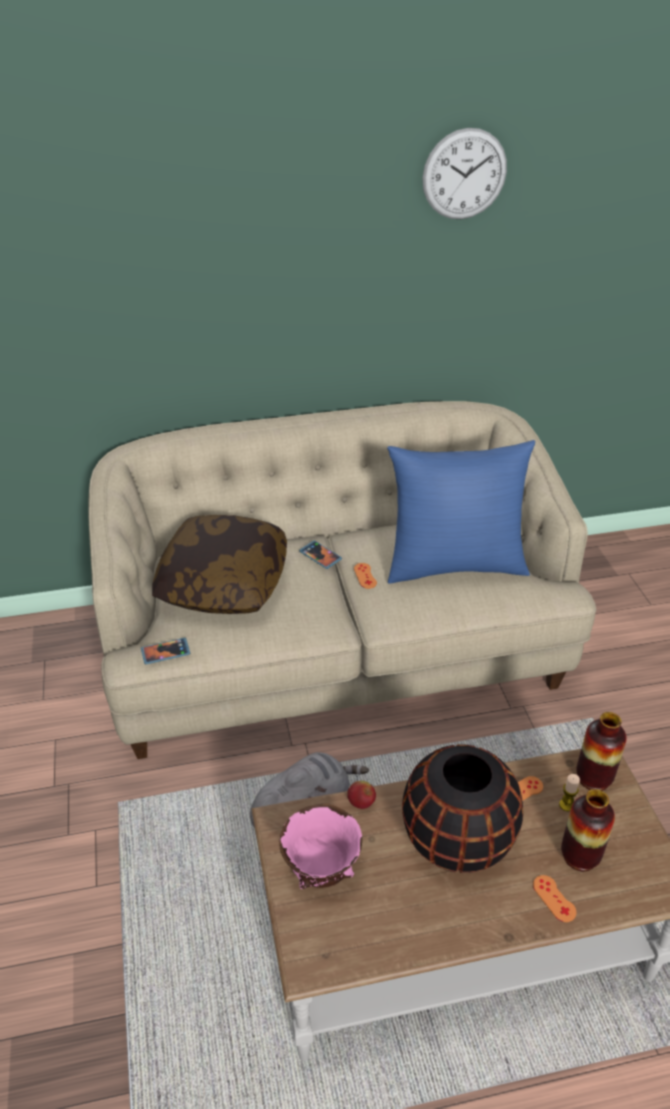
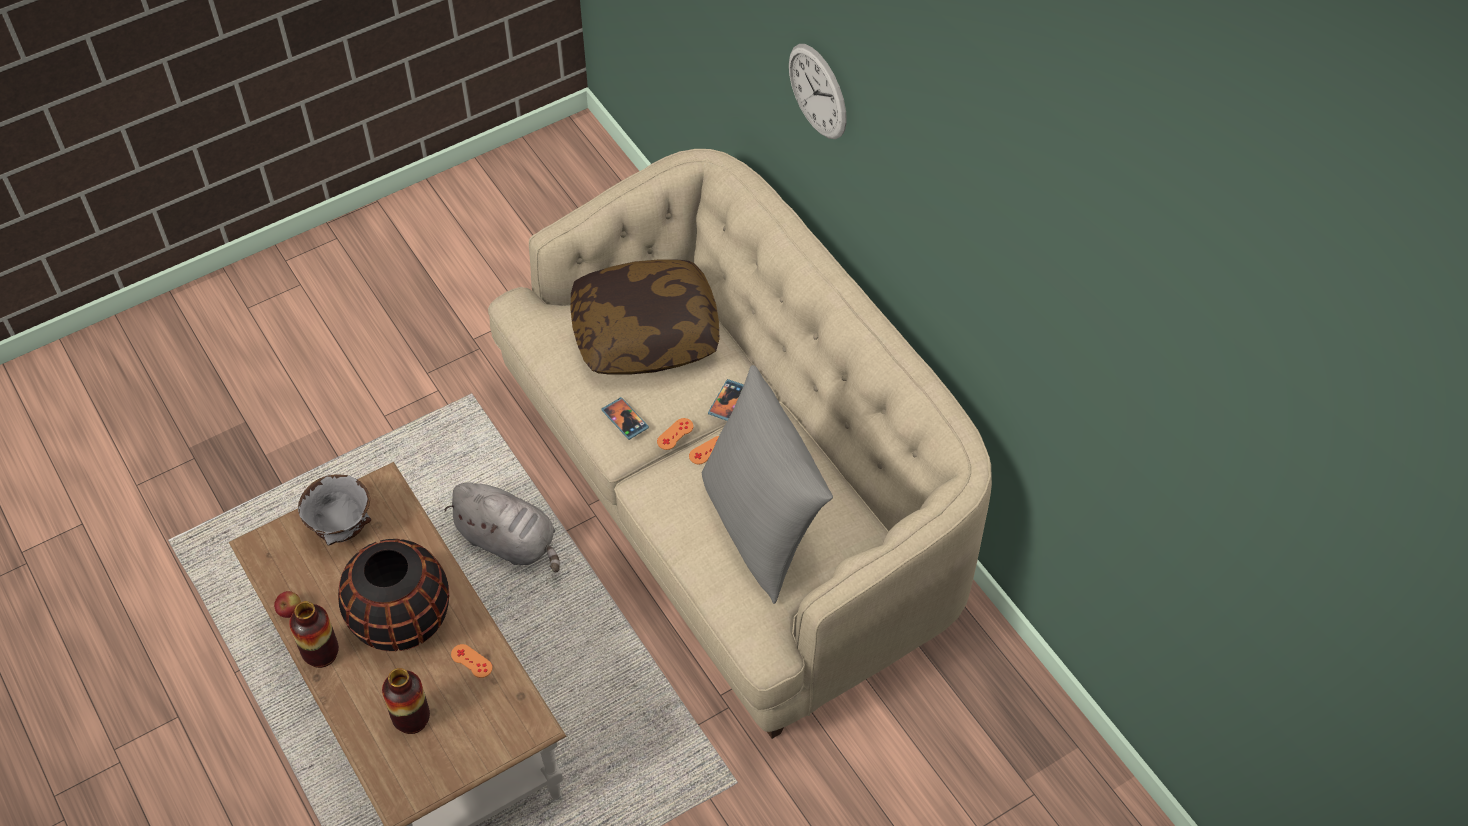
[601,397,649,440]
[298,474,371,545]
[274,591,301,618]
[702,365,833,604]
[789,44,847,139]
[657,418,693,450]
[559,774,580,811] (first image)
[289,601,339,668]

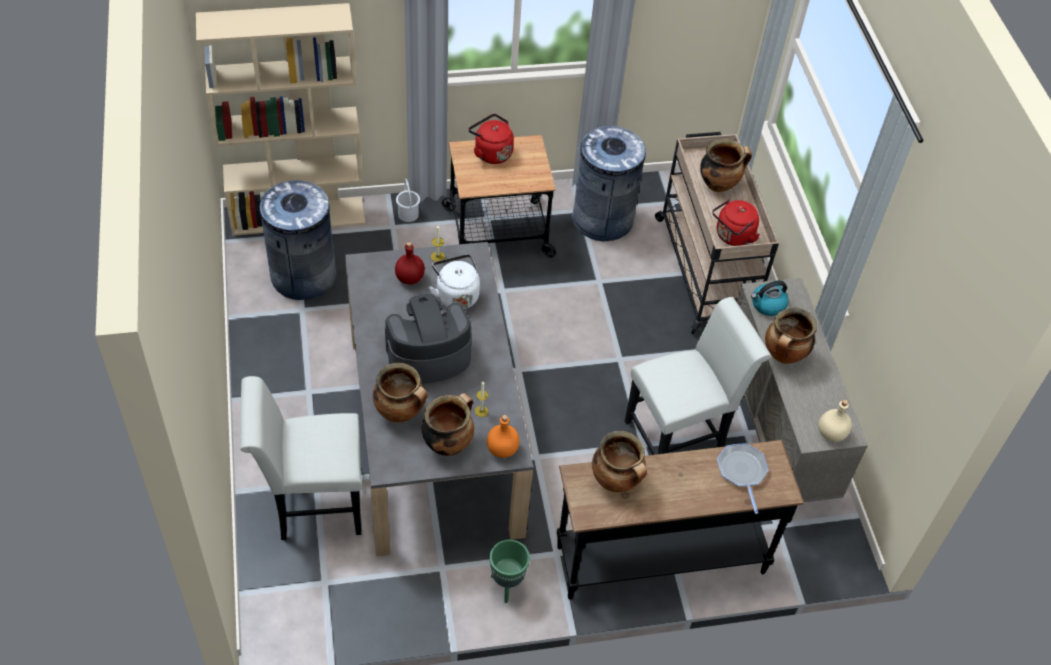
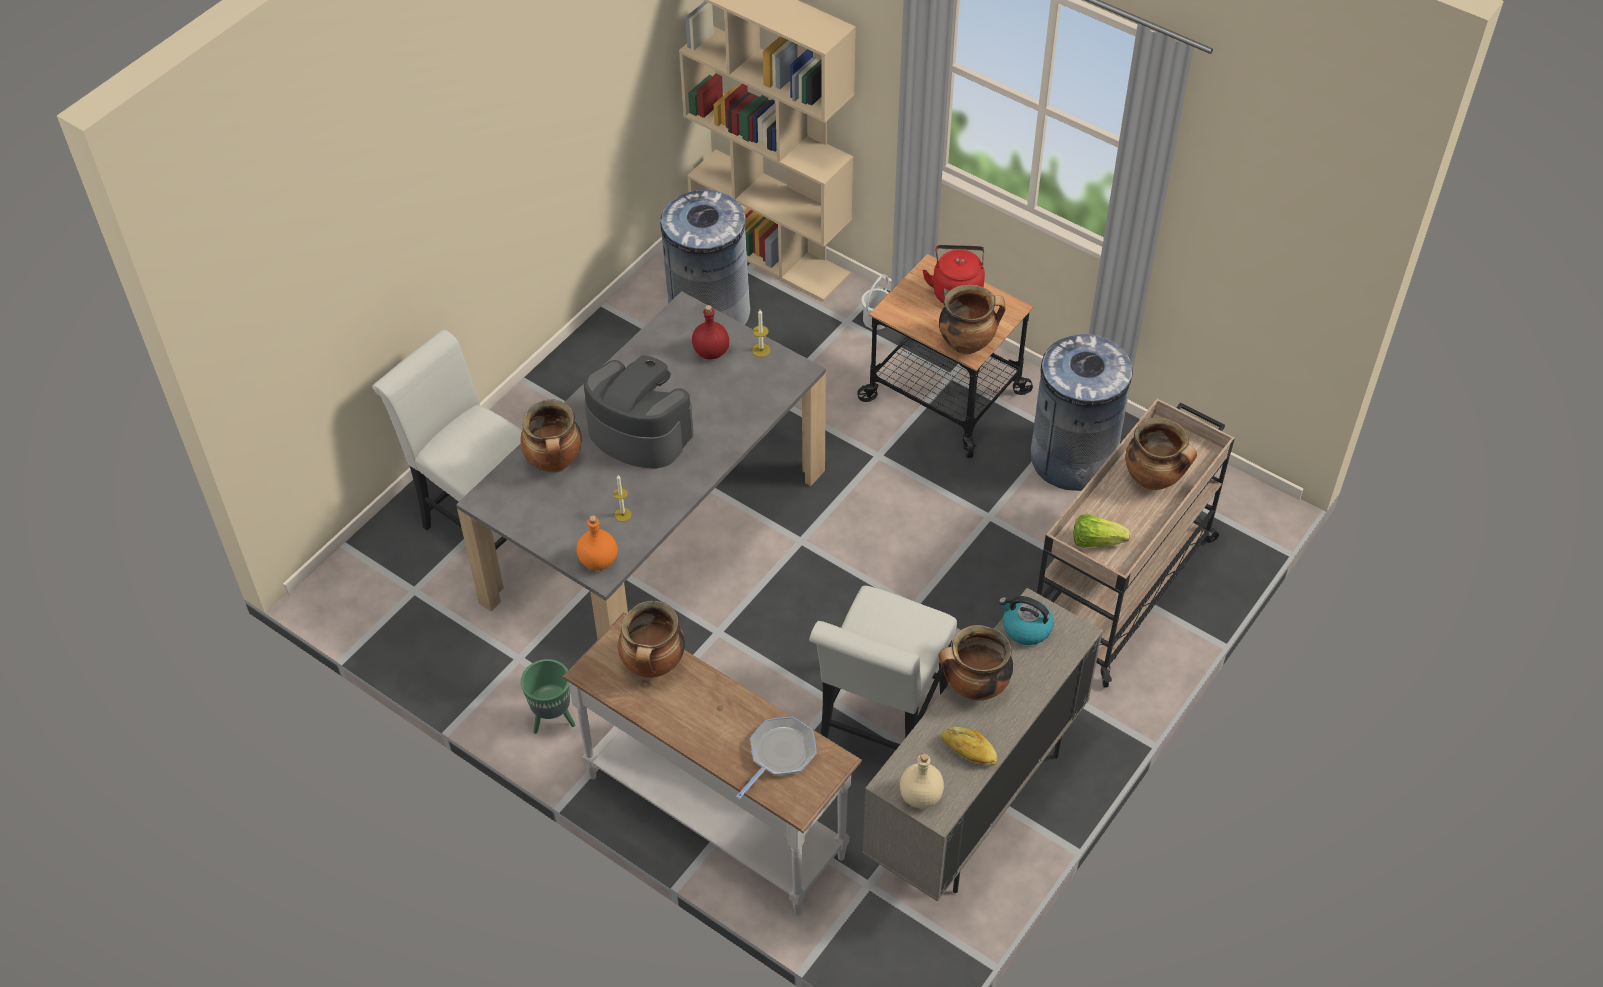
[939,284,1006,354]
[429,254,480,309] (first image)
[562,612,862,916]
[809,586,957,750]
[1074,514,1130,548]
[941,726,997,766]

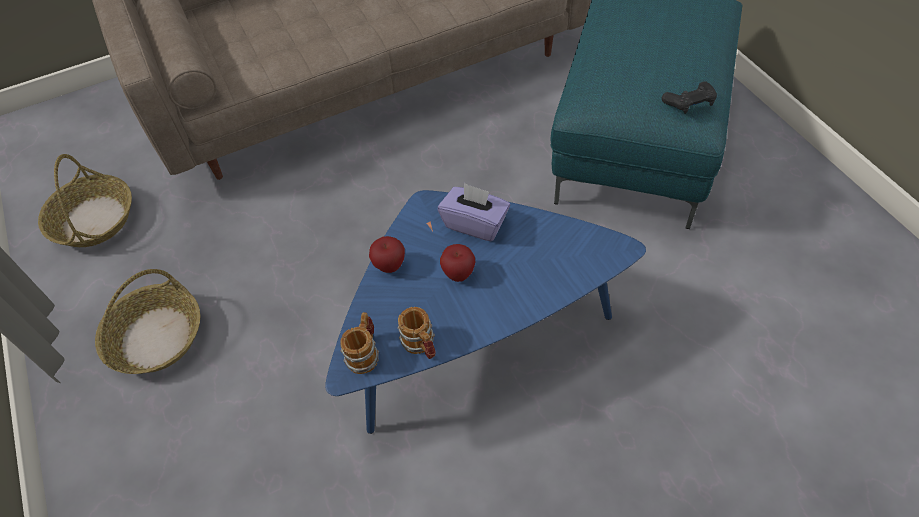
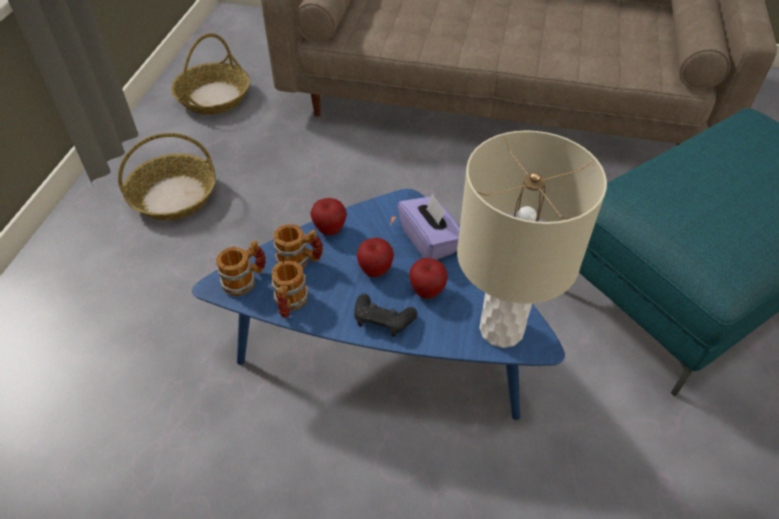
[354,294,417,337]
[273,224,323,268]
[409,258,448,299]
[457,130,607,348]

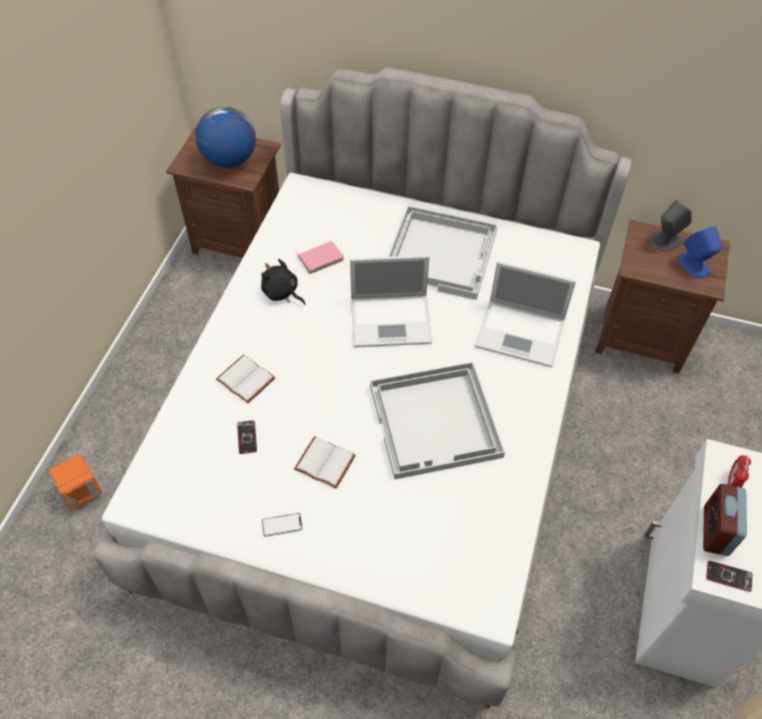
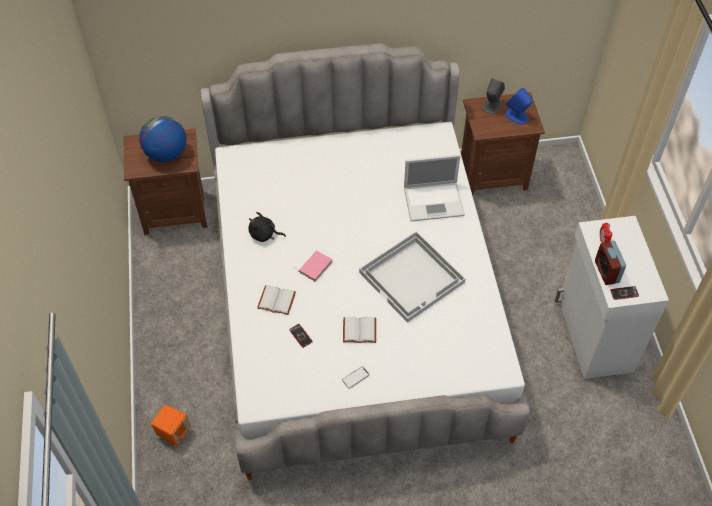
[294,251,333,282]
[350,255,432,347] (first image)
[388,206,498,300] (first image)

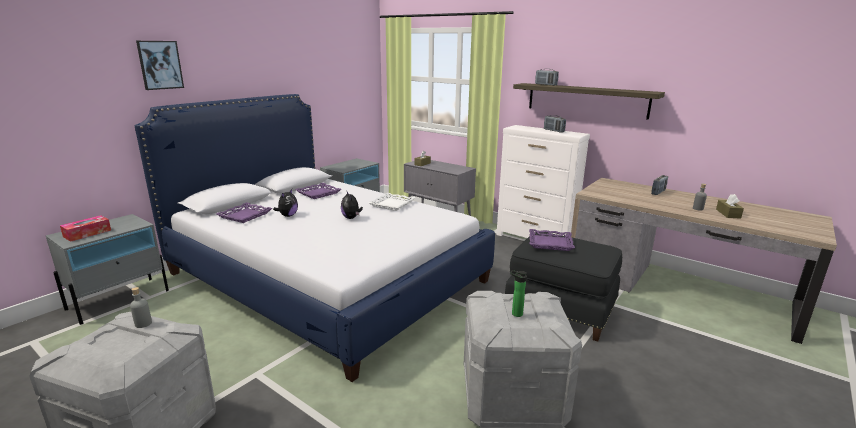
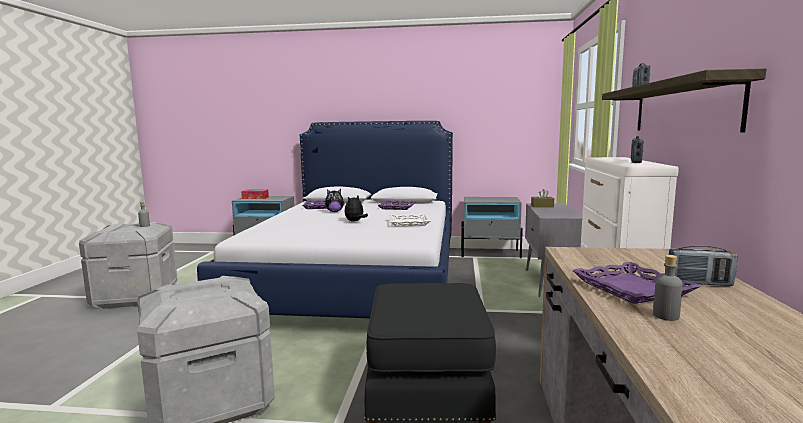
[136,41,184,90] (first image)
[511,270,527,317] (first image)
[572,262,701,304]
[716,194,744,219] (first image)

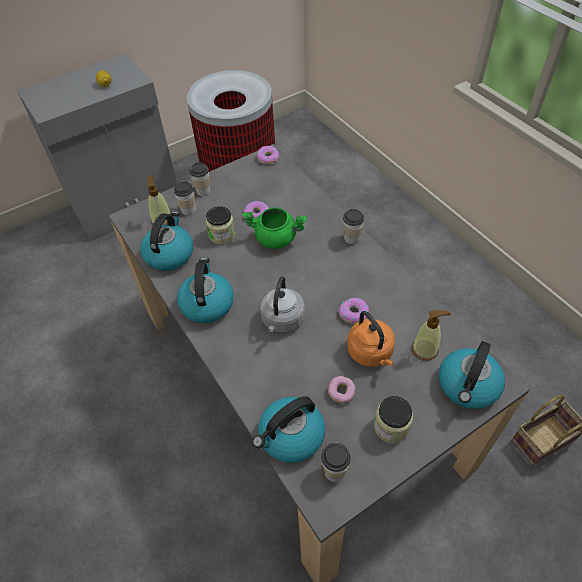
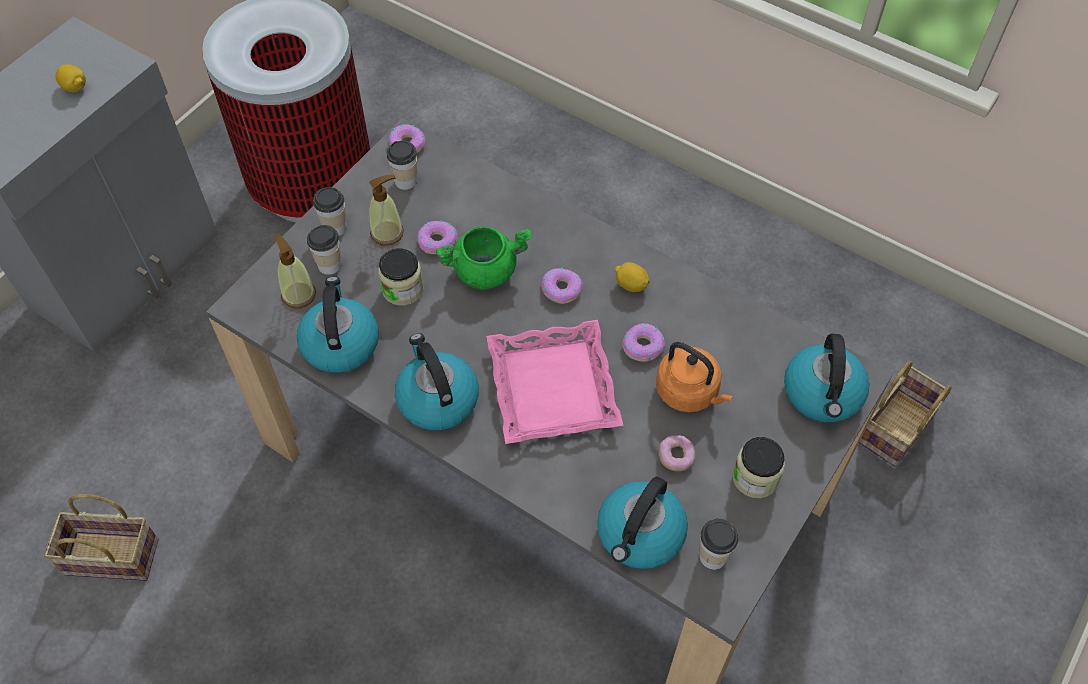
[486,320,624,444]
[387,141,417,190]
[369,175,404,246]
[44,494,158,581]
[542,267,583,304]
[615,262,650,292]

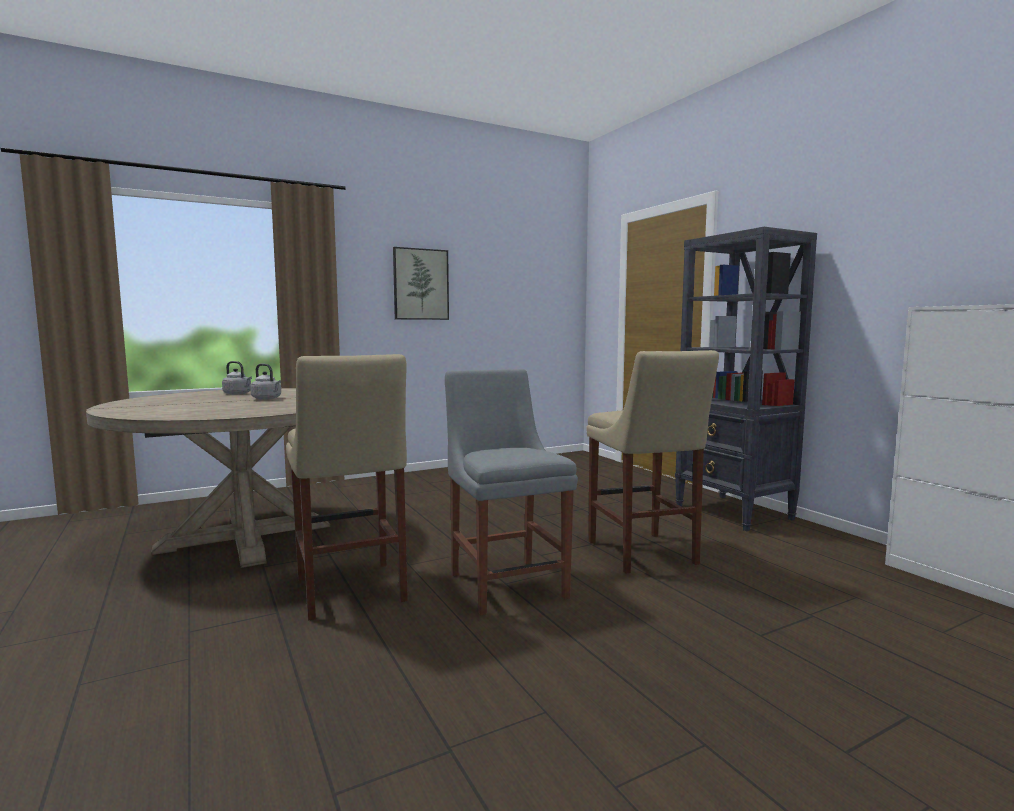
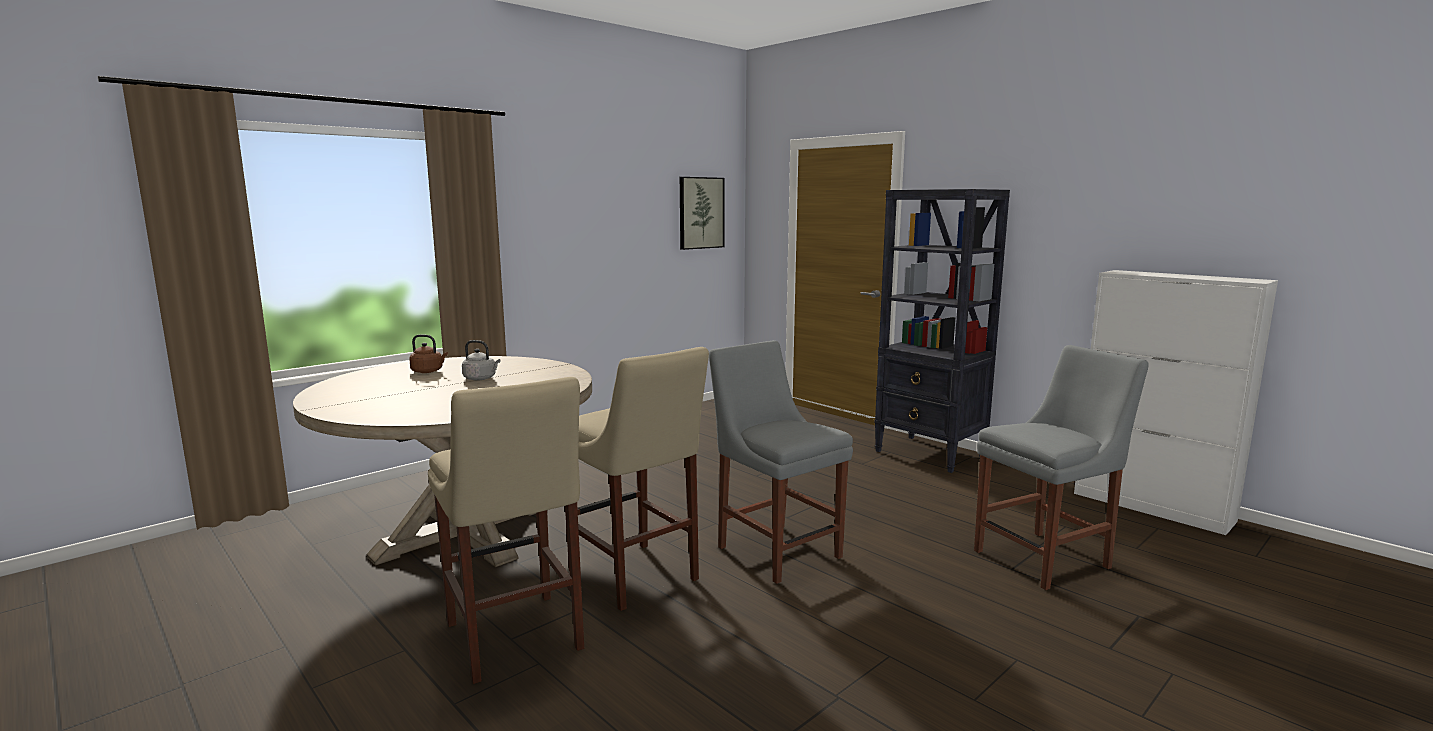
[409,334,448,373]
[680,177,725,250]
[428,377,584,684]
[974,345,1149,590]

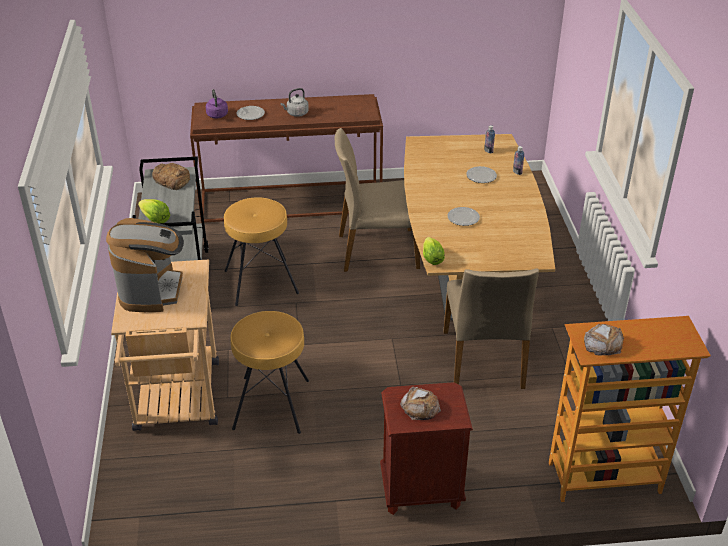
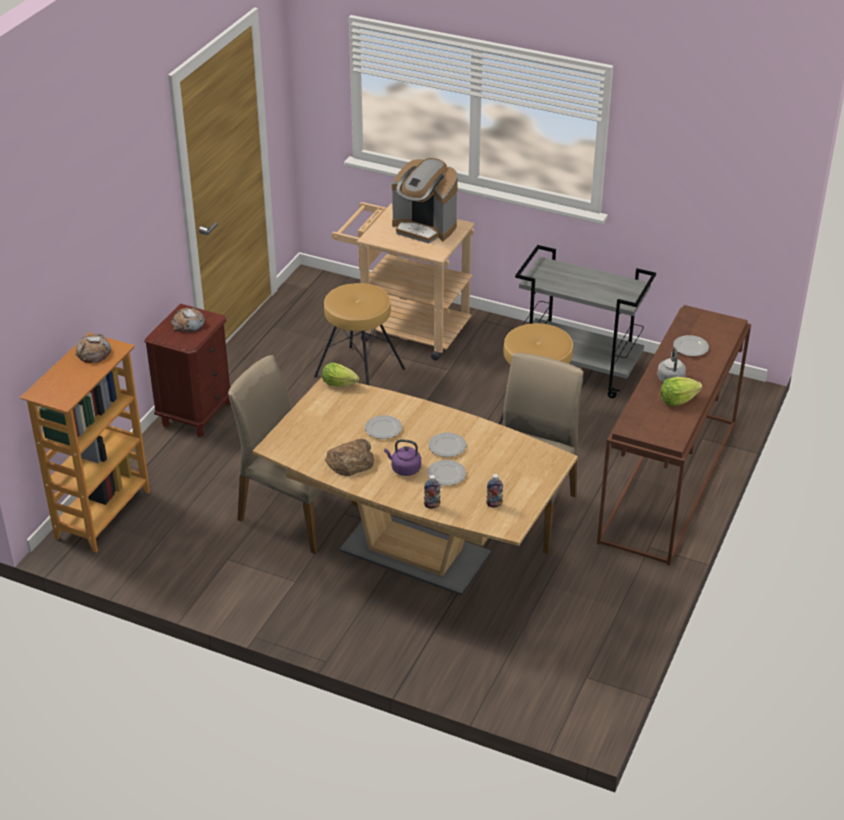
[661,377,702,406]
[325,439,374,476]
[384,439,421,476]
[428,433,466,457]

